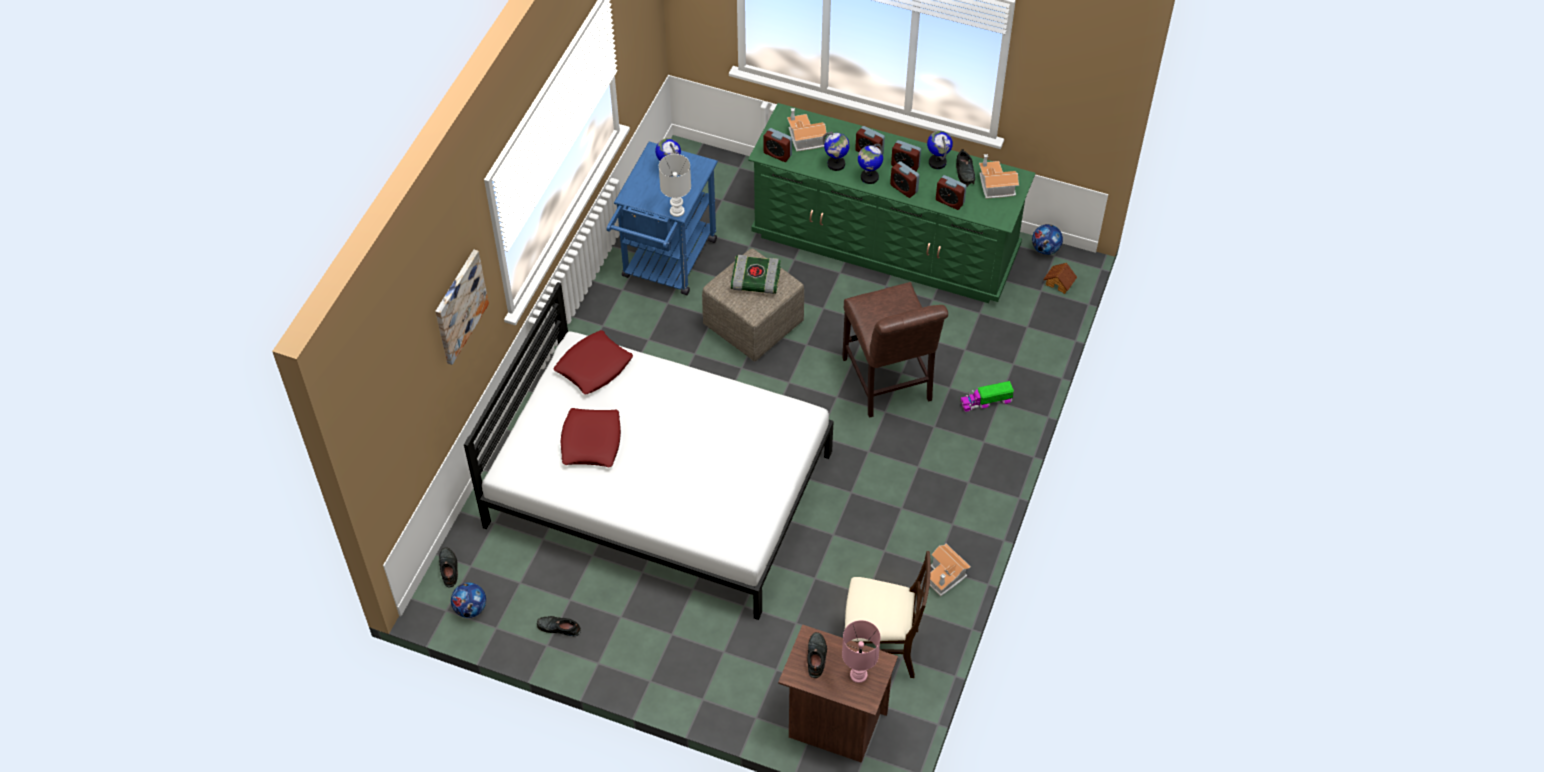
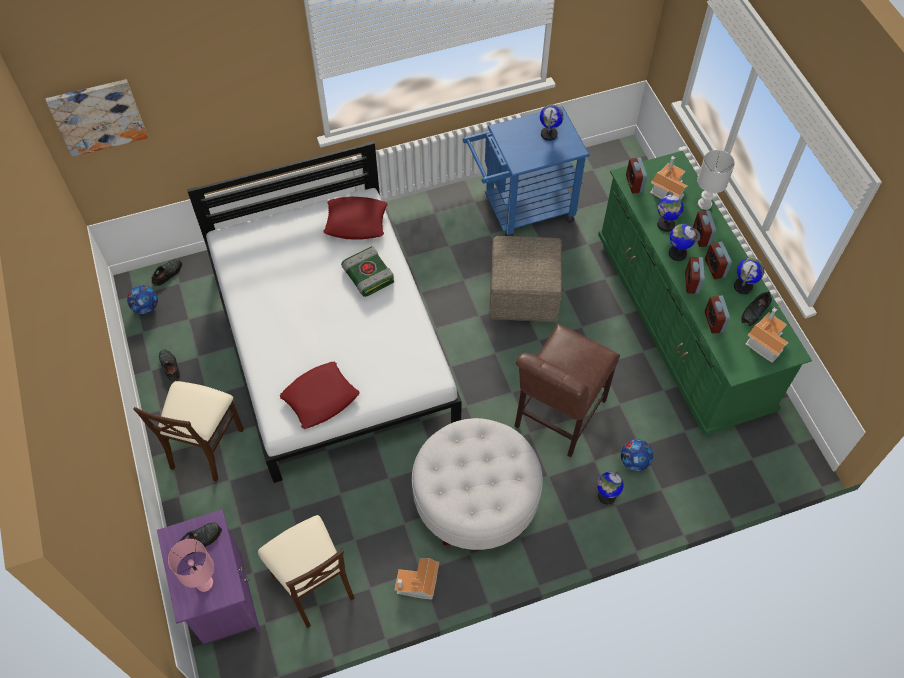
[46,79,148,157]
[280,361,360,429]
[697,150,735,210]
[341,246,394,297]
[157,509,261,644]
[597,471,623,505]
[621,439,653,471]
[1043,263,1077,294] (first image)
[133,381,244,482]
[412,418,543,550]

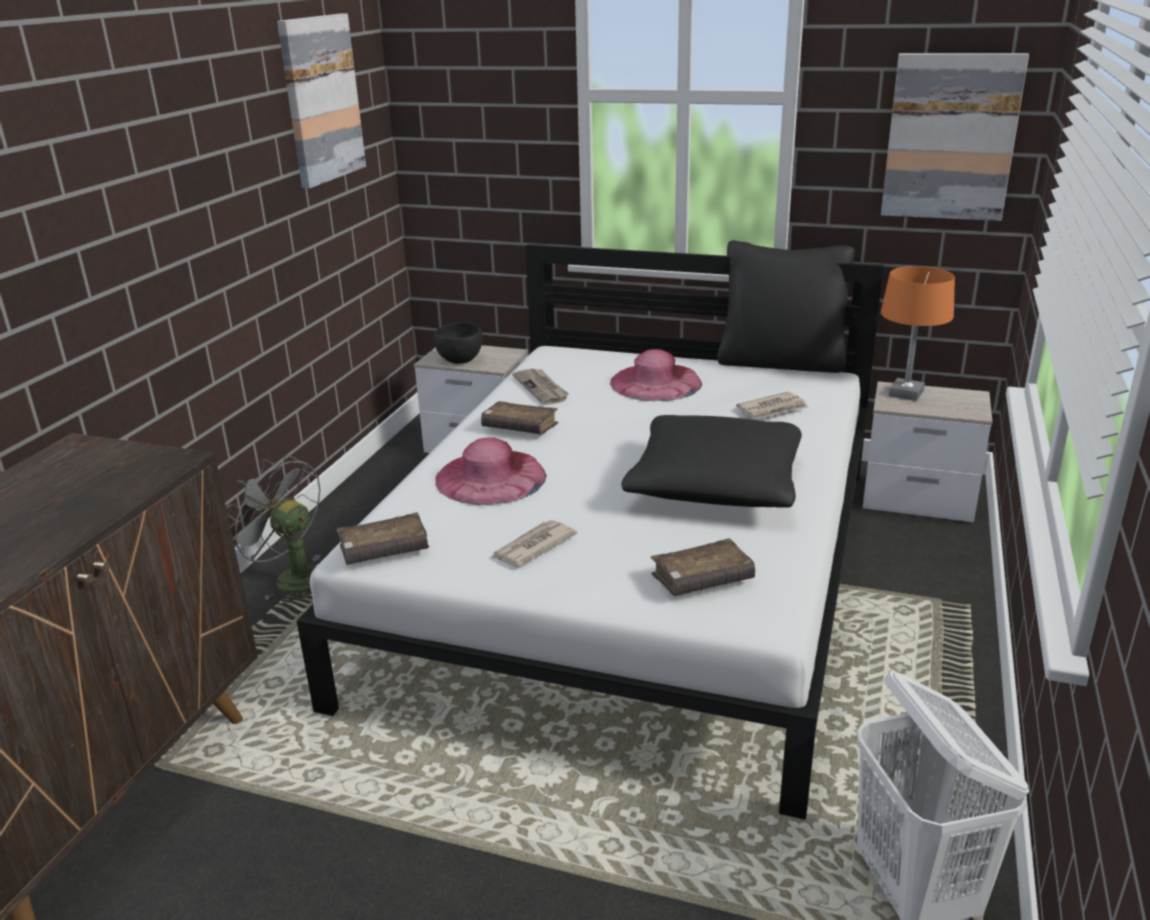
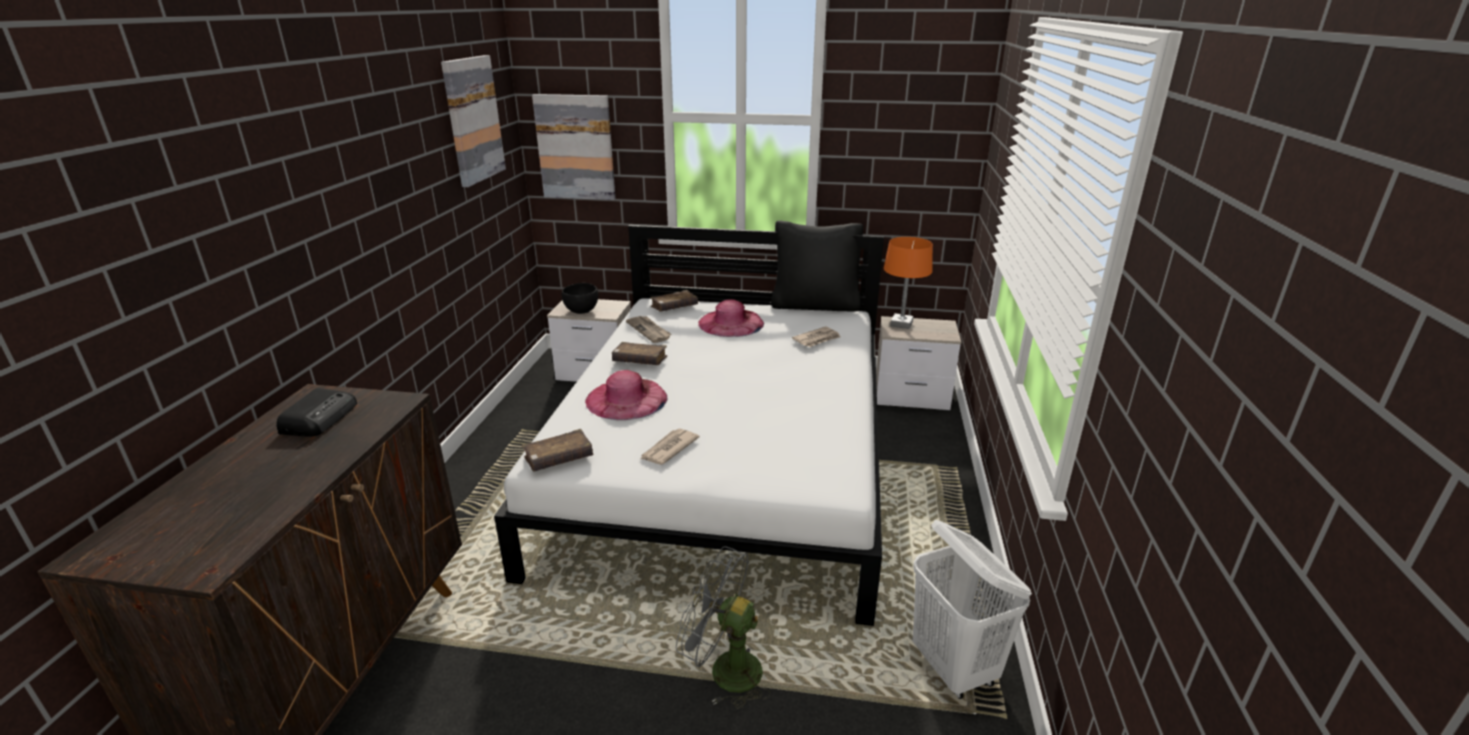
[676,546,771,709]
[621,415,802,508] (first image)
[650,290,698,311]
[532,94,616,200]
[276,388,357,437]

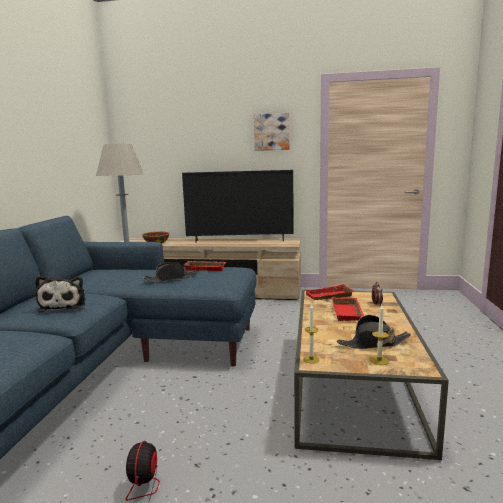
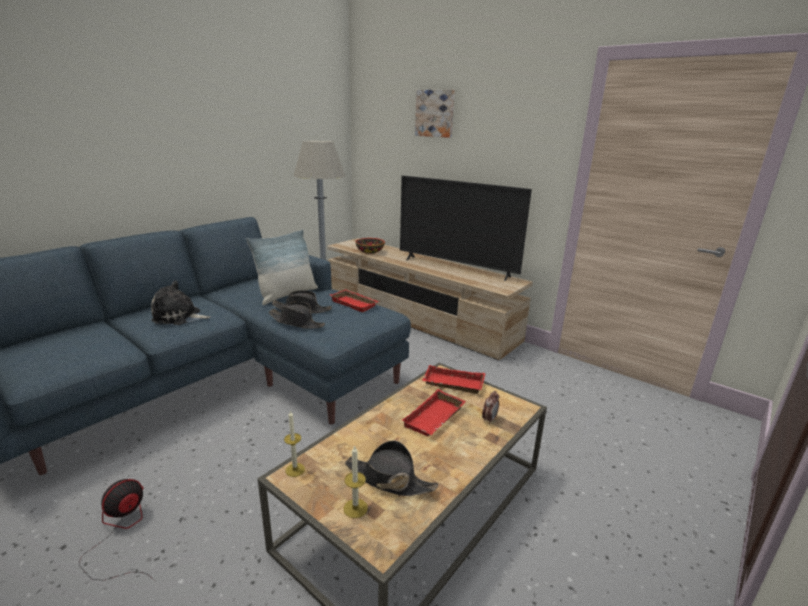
[151,281,211,325]
[415,89,455,138]
[246,229,318,305]
[268,302,325,329]

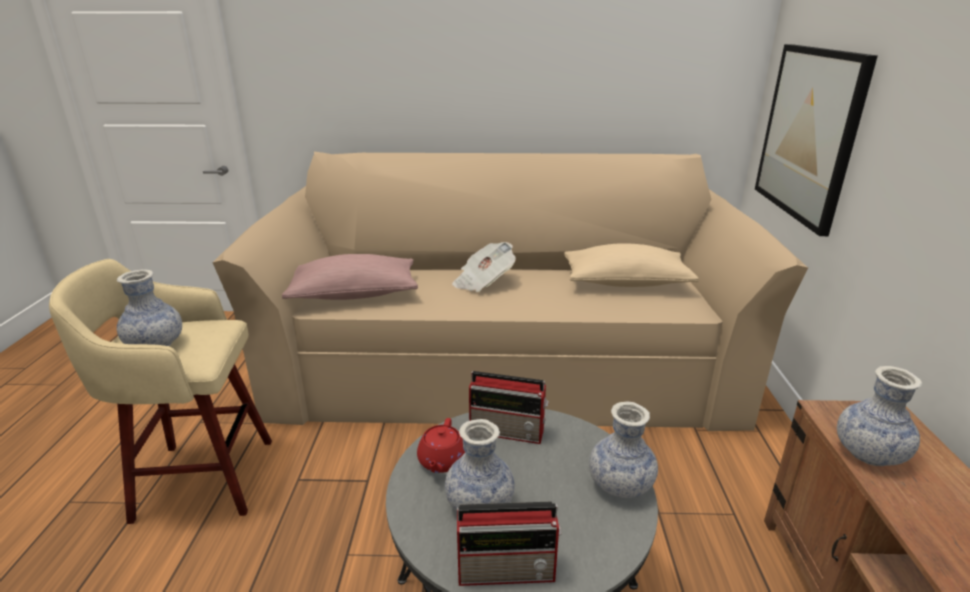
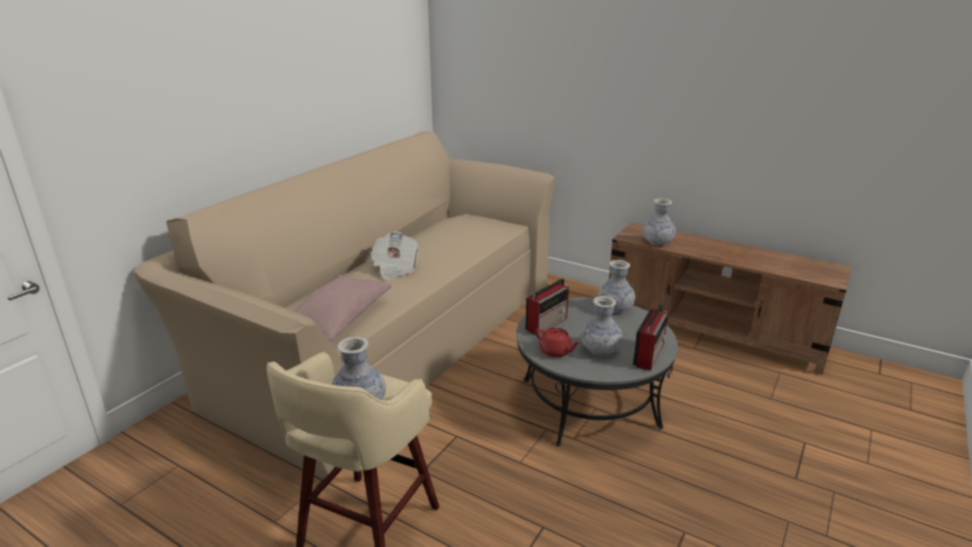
[564,243,699,287] (first image)
[755,44,878,236] (first image)

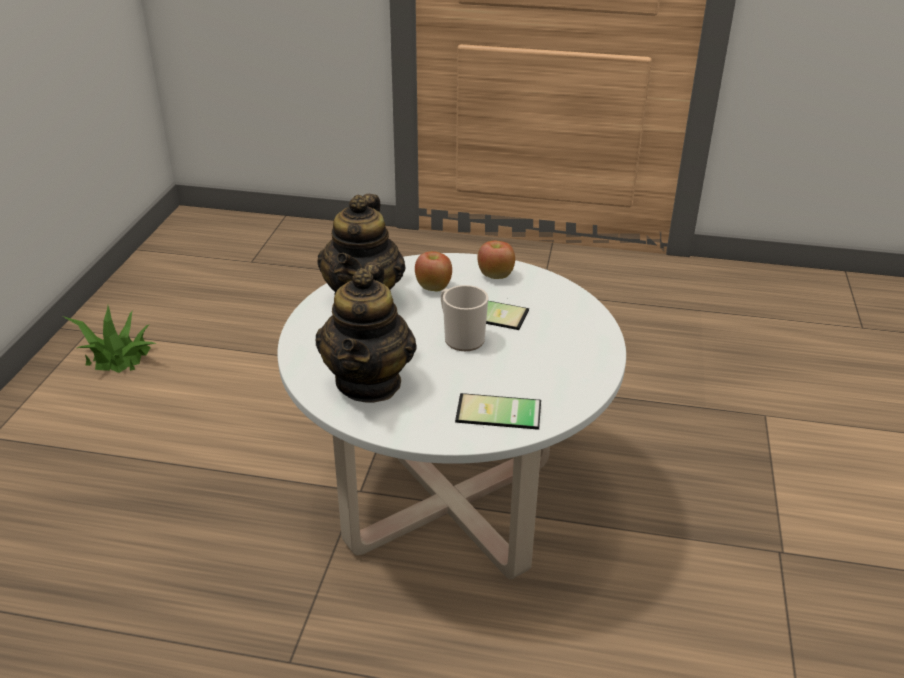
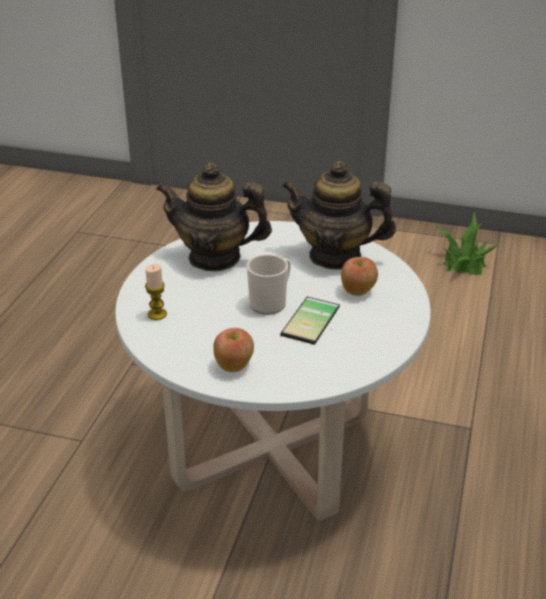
[145,264,167,320]
[213,328,254,372]

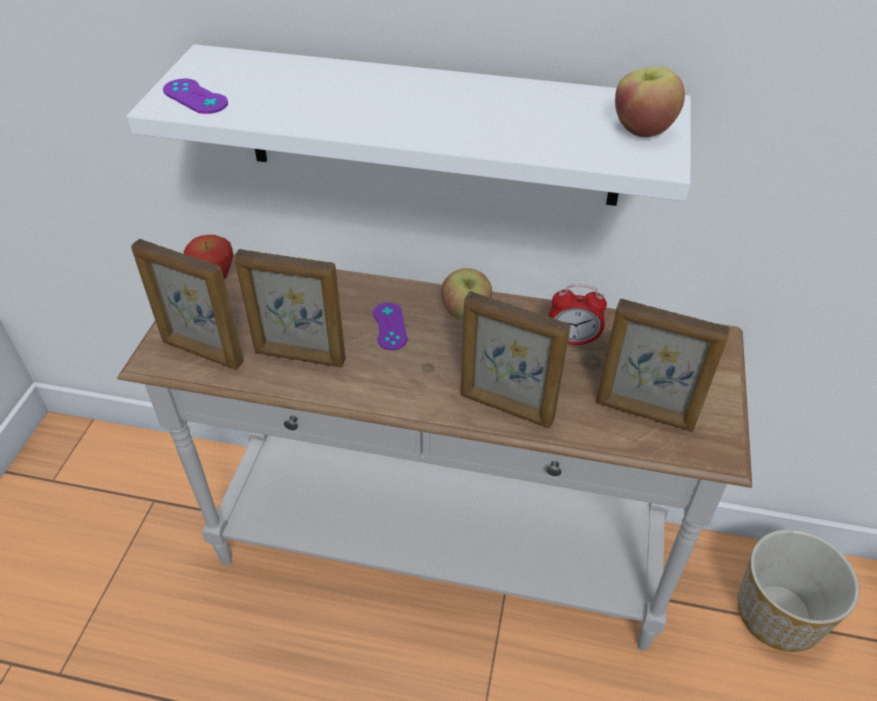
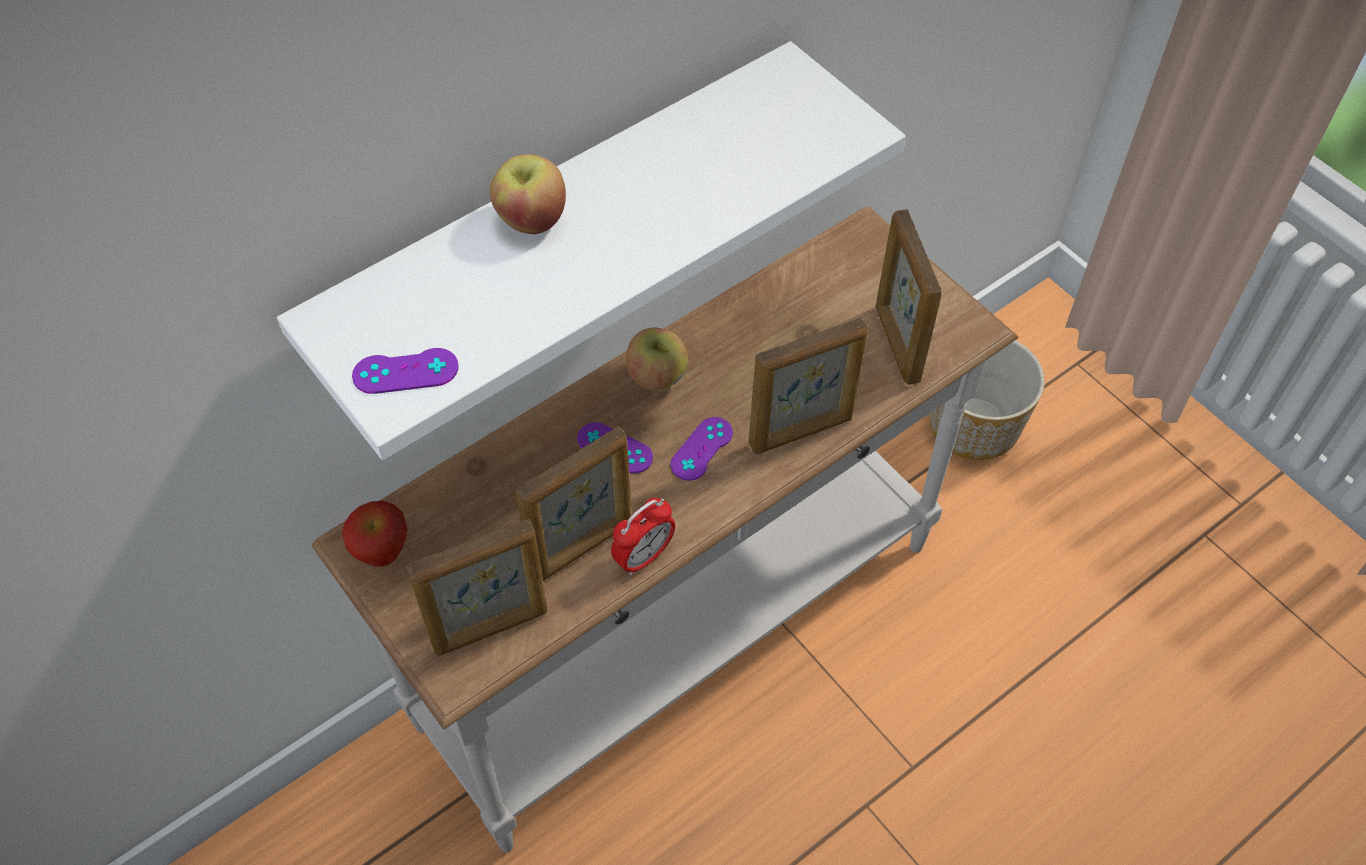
[611,498,675,575]
[876,209,942,385]
[490,154,566,234]
[670,417,733,481]

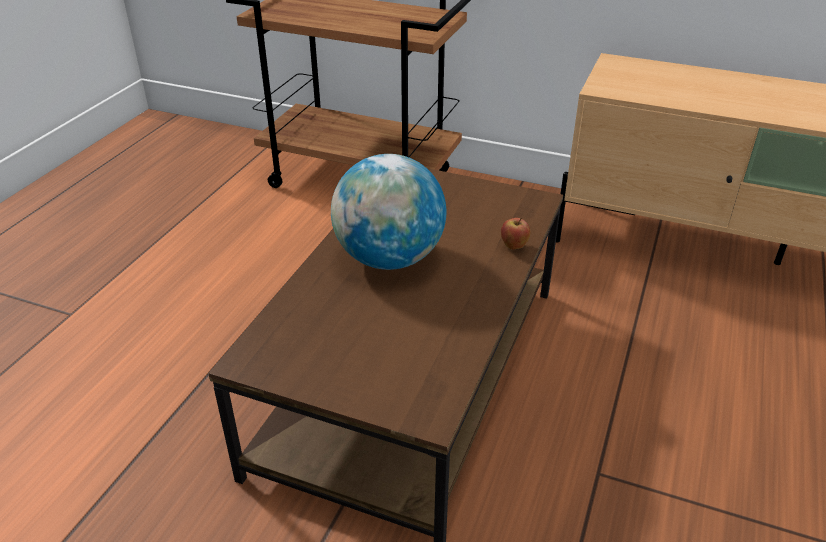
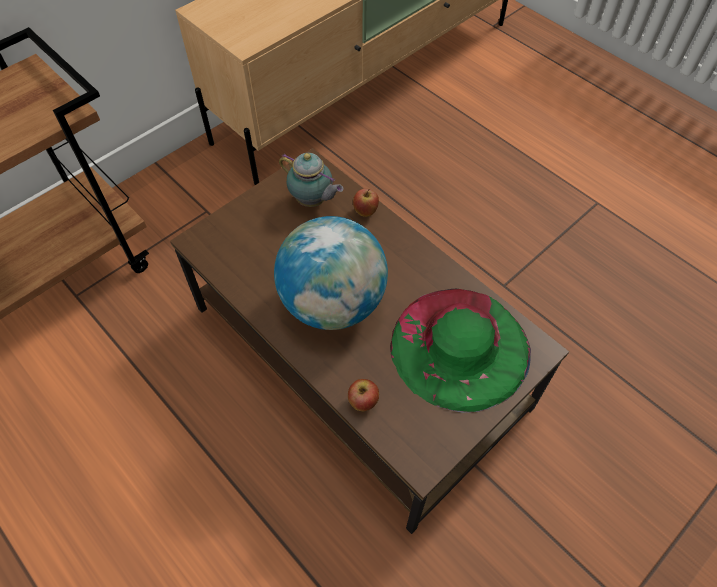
[279,153,343,207]
[348,379,379,411]
[390,289,531,413]

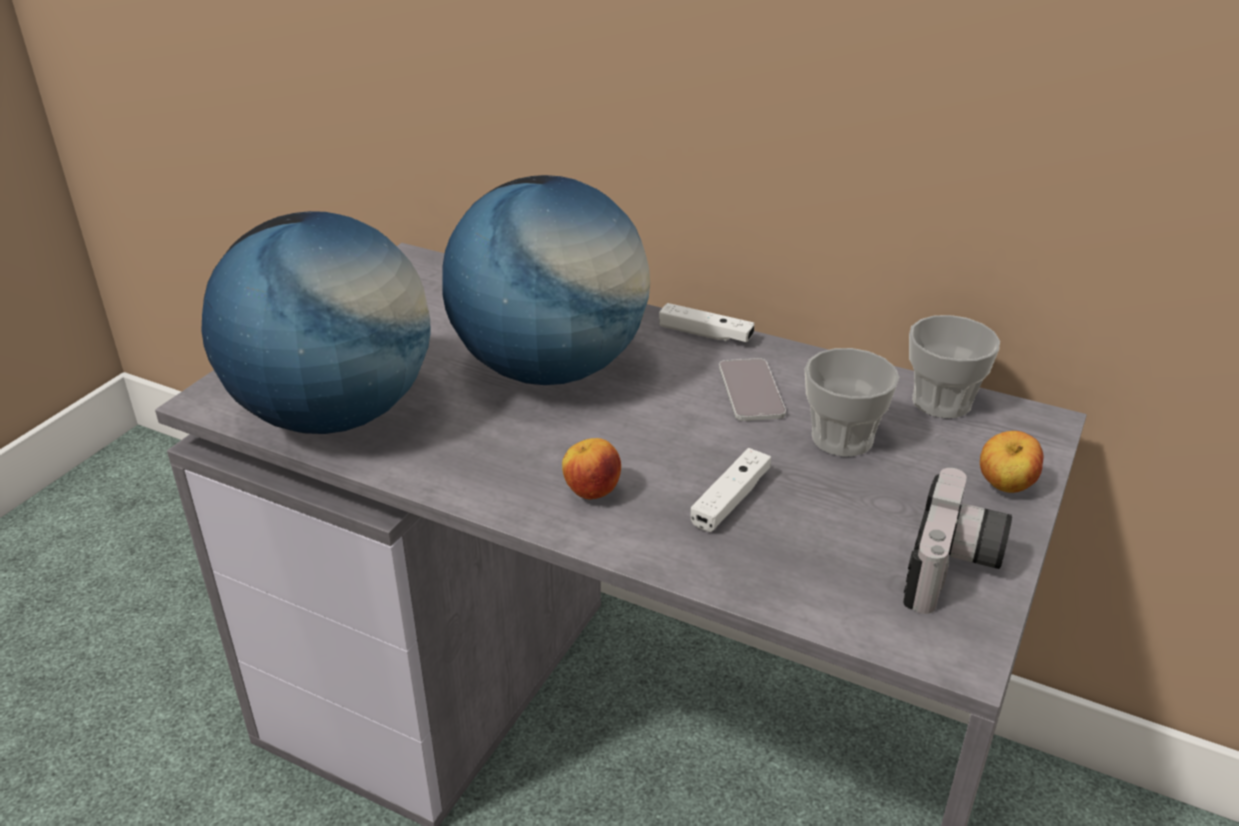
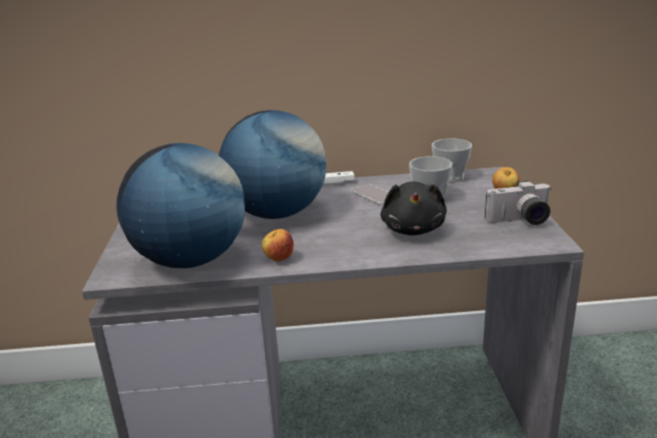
[262,229,294,262]
[381,182,447,235]
[485,181,551,225]

